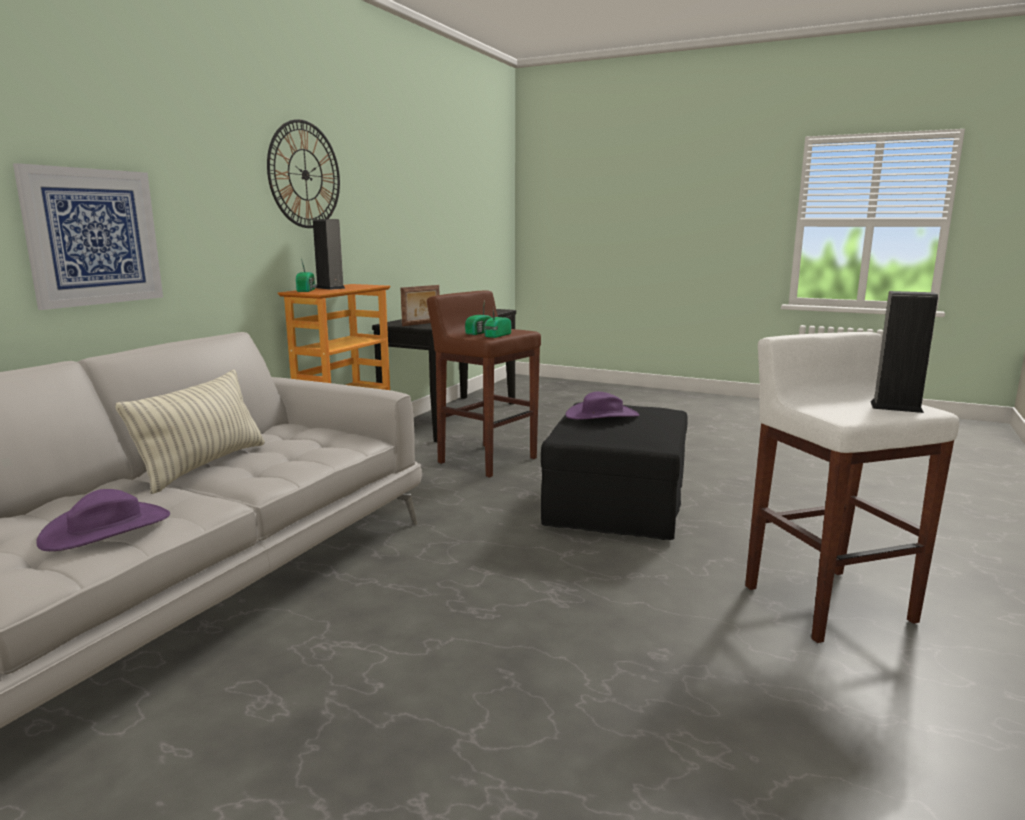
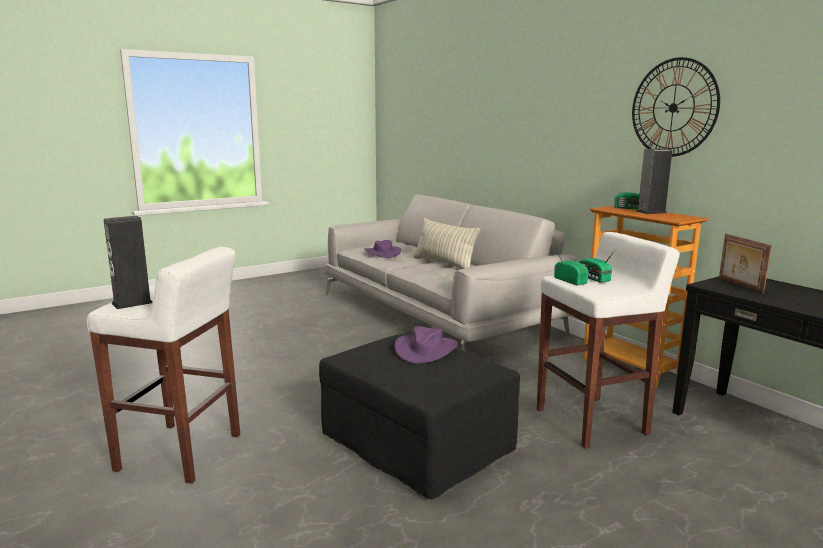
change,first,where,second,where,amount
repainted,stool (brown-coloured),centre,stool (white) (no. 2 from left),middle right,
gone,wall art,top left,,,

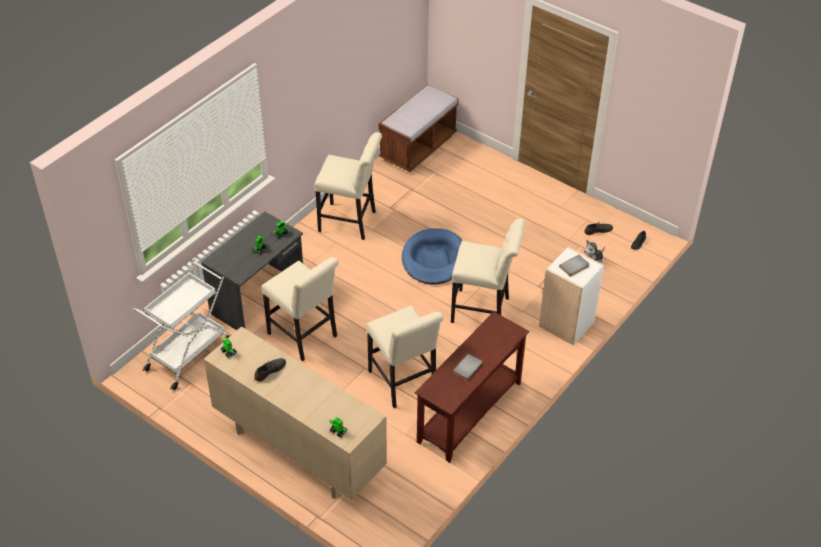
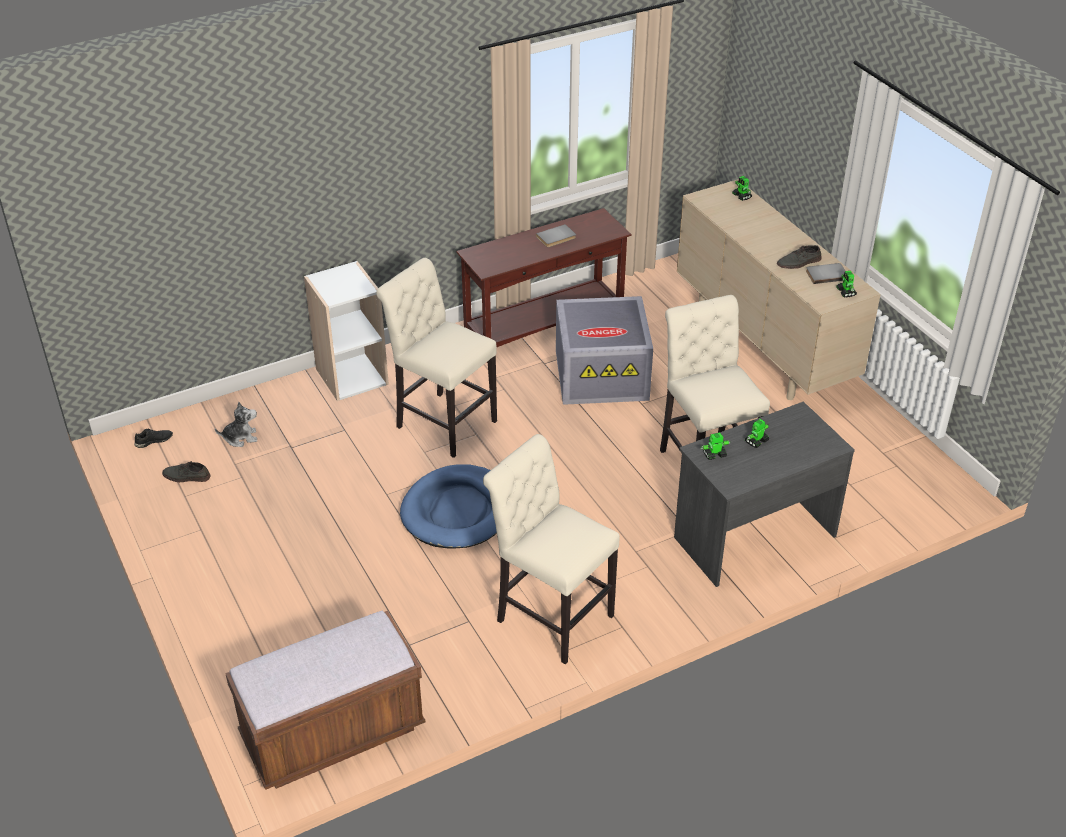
change,first,where,second,where,amount
swapped,stool (beige-coloured) (no. 3 from left),centre,storage box (gray),centre,
shifted,volume (gray) (no. 2 from left),middle right,,top right,
gone,cart (white),middle left,,,

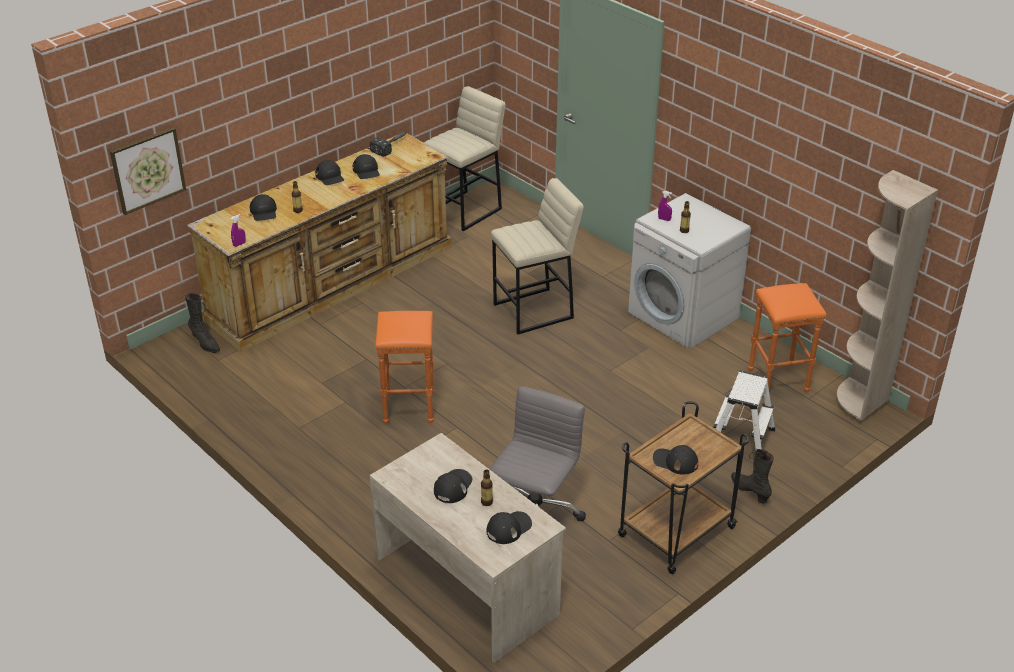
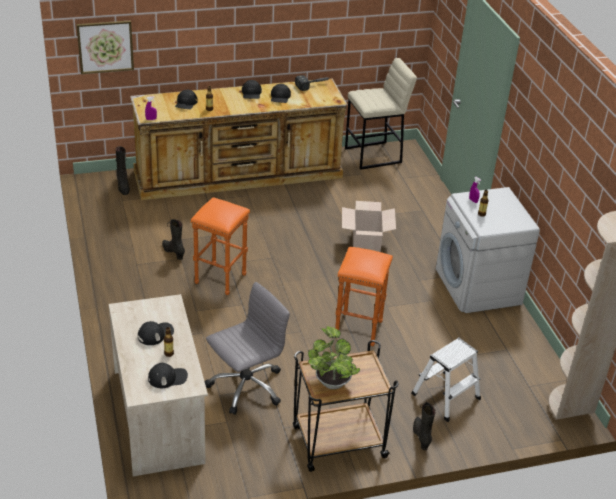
change,first,where,second,where,amount
new,,,boot (blackish) (no. 2 from left),middle left,
swapped,baseball cap (blackish) (no. 6 from left),bottom centre,plant in a pot,bottom centre,
shifted,stool (orange-coloured) (no. 2 from left),middle right,,centre,
swapped,stool (beige-coloured) (no. 2 from left),centre,cardboard box,centre,

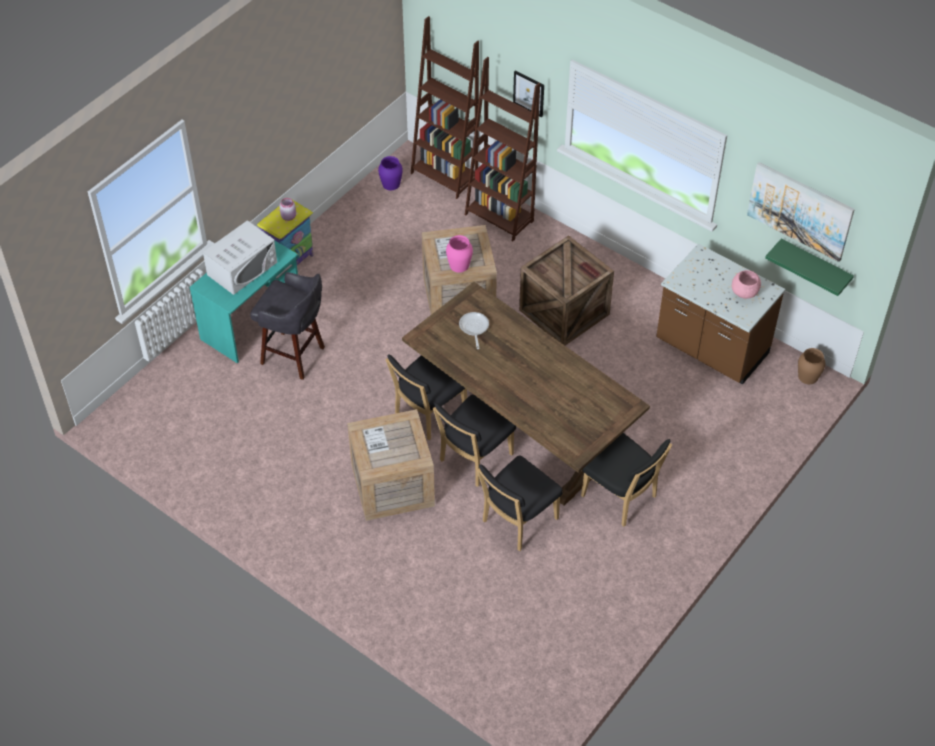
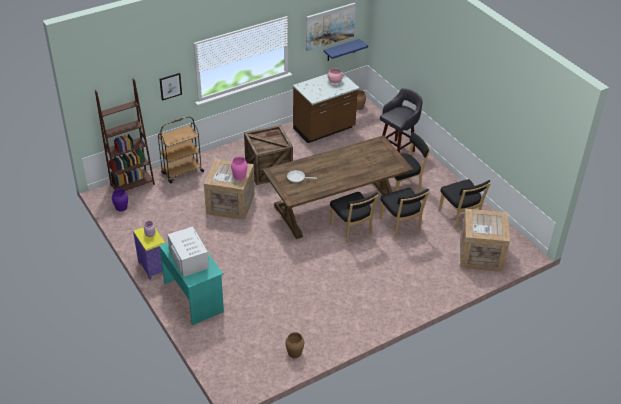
change,first,where,second,where,amount
swapped,bookcase (brown-coloured) (no. 2 from left),top centre,cart (brown-coloured),middle left,
new,,,vase (brown-coloured) (no. 1 from left),bottom centre,
repainted,wall shelf (green-coloured),middle right,wall shelf (blue-coloured),top centre,
shifted,stool (gray),middle left,,top centre,
shifted,upright chair (blackish) (no. 1 from left in the first image),centre,upright chair (blackish) (no. 4 from left),middle right,
shifted,shipping crate (no. 1 from left in the first image),centre,shipping crate (no. 3 from left),middle right,

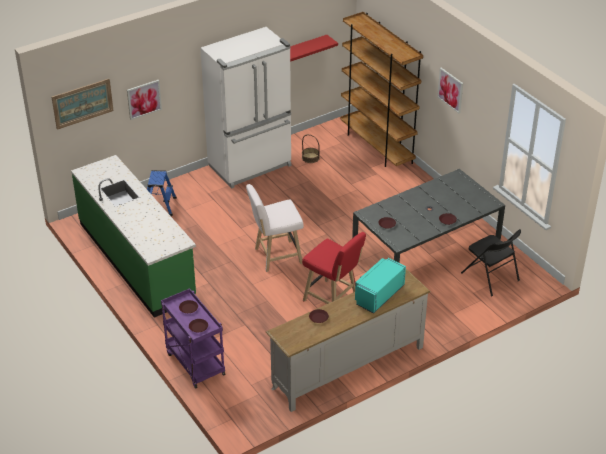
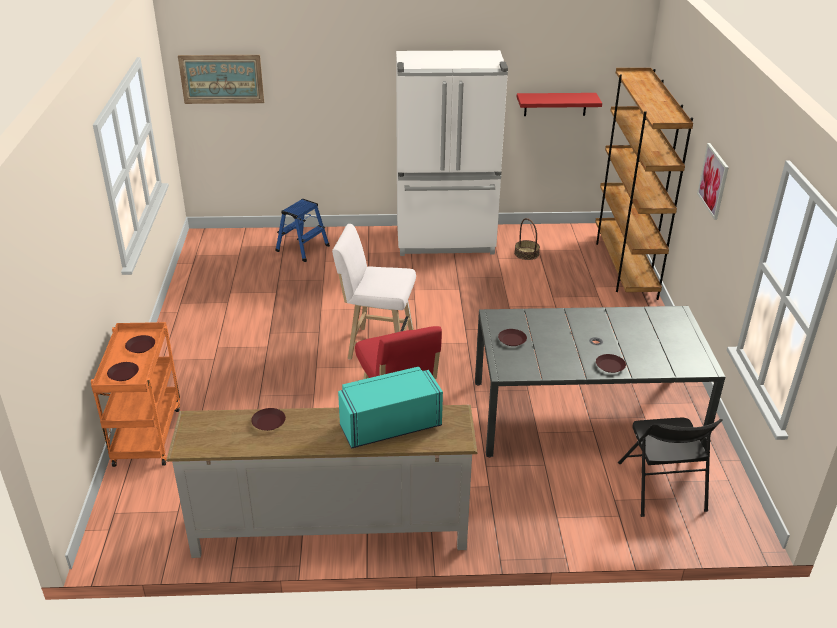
change,first,where,second,where,amount
repainted,cart (purplish),bottom left,cart (orange-coloured),middle left,
gone,kitchen counter (green-coloured),middle left,,,
gone,wall art (no. 2 from left),top left,,,

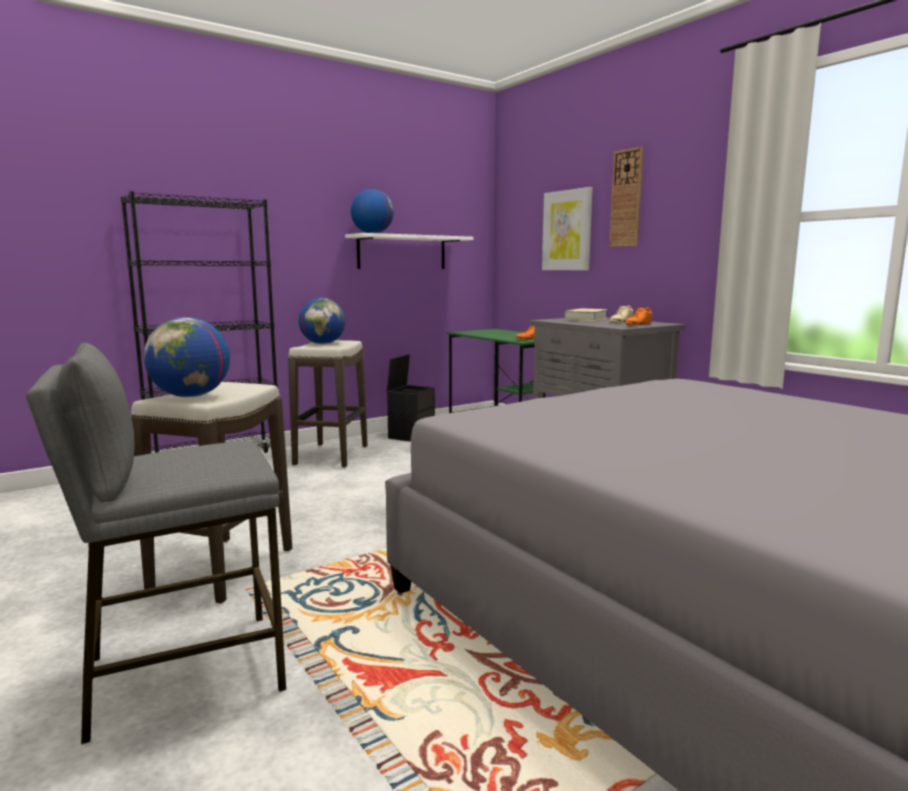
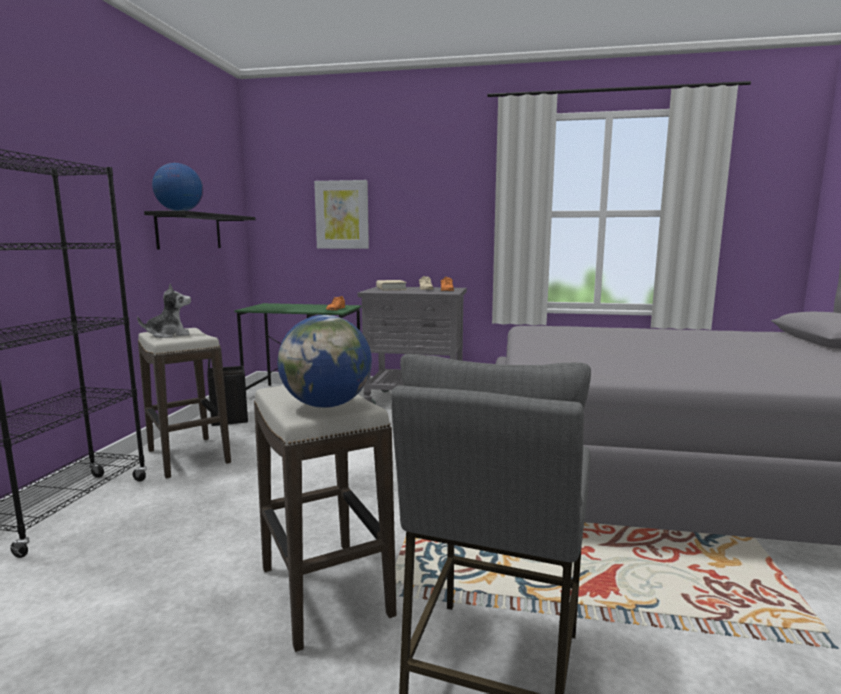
change,first,where,second,where,amount
swapped,desk globe (no. 2 from left),centre,soft toy,middle left,
repainted,wall shelf (white),top centre,wall shelf (blackish),top left,
gone,clock on the wall,top right,,,

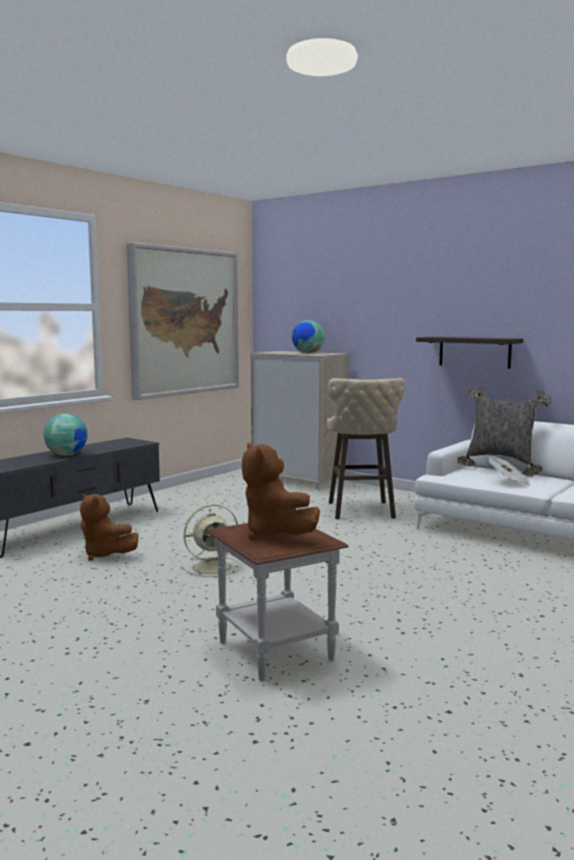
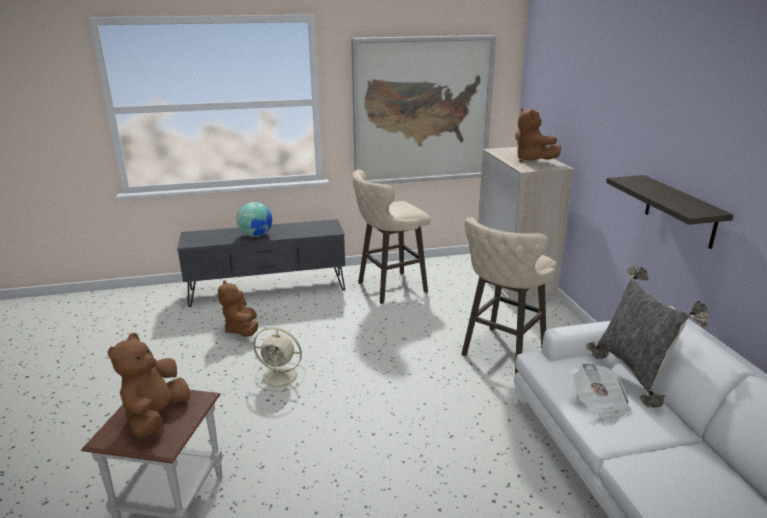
change,first,where,second,where,amount
new,,,stool (beige-coloured) (no. 1 from left),centre,
swapped,desk globe (no. 2 from left),centre,soft toy (brown-coloured) (no. 3 from left),top right,

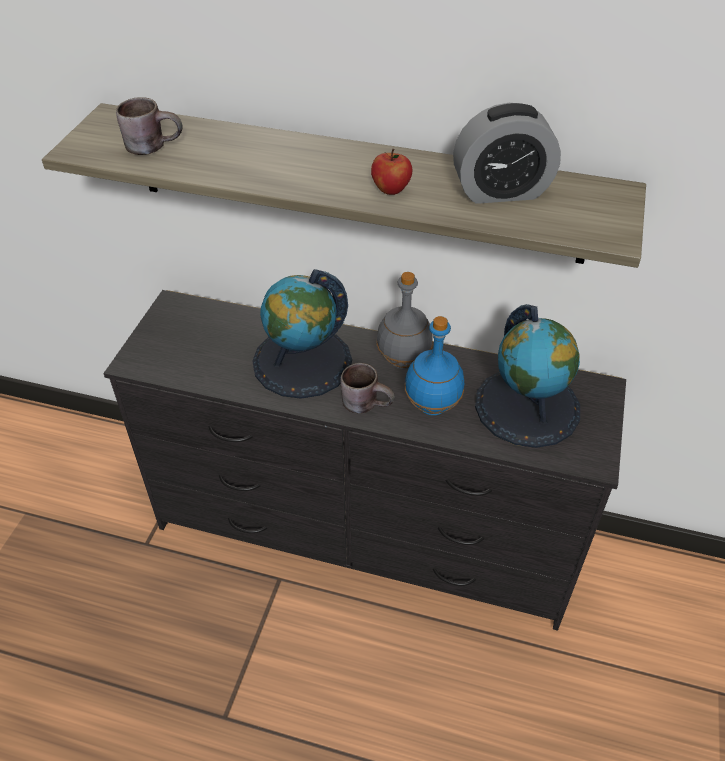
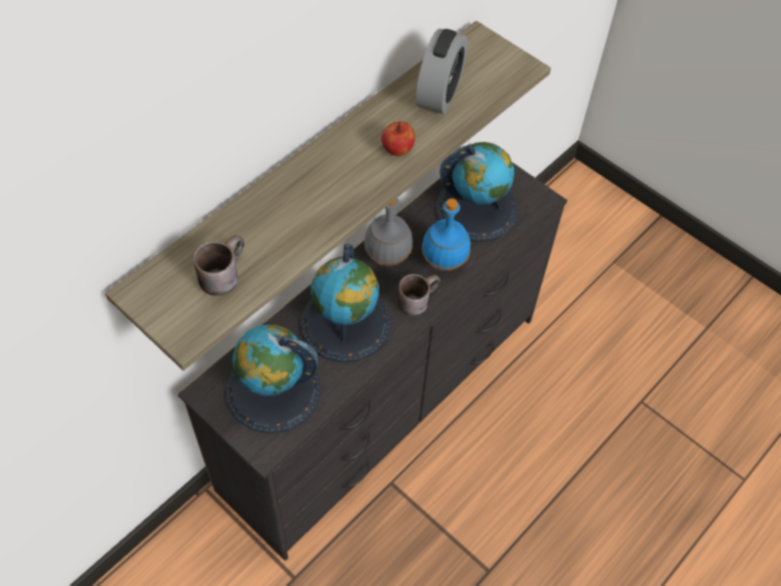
change,first,where,second,where,amount
new,,,desk globe (no. 1 from left),centre,

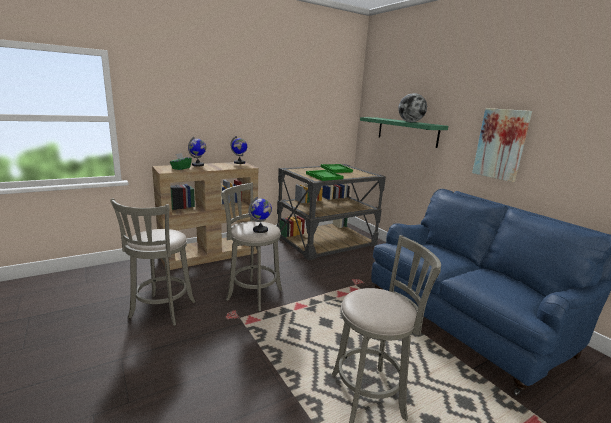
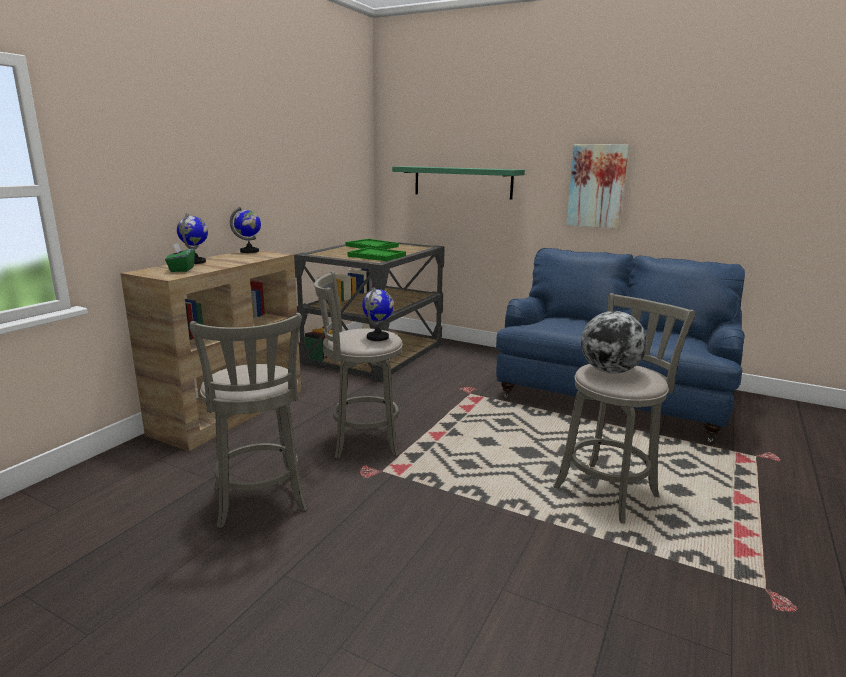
change,first,where,second,where,amount
shifted,desk globe (no. 4 from left),top right,,middle right,

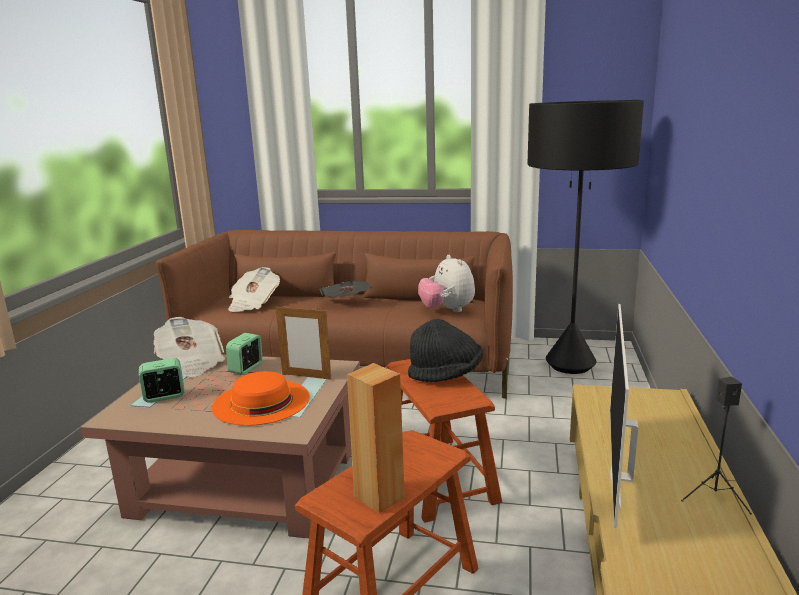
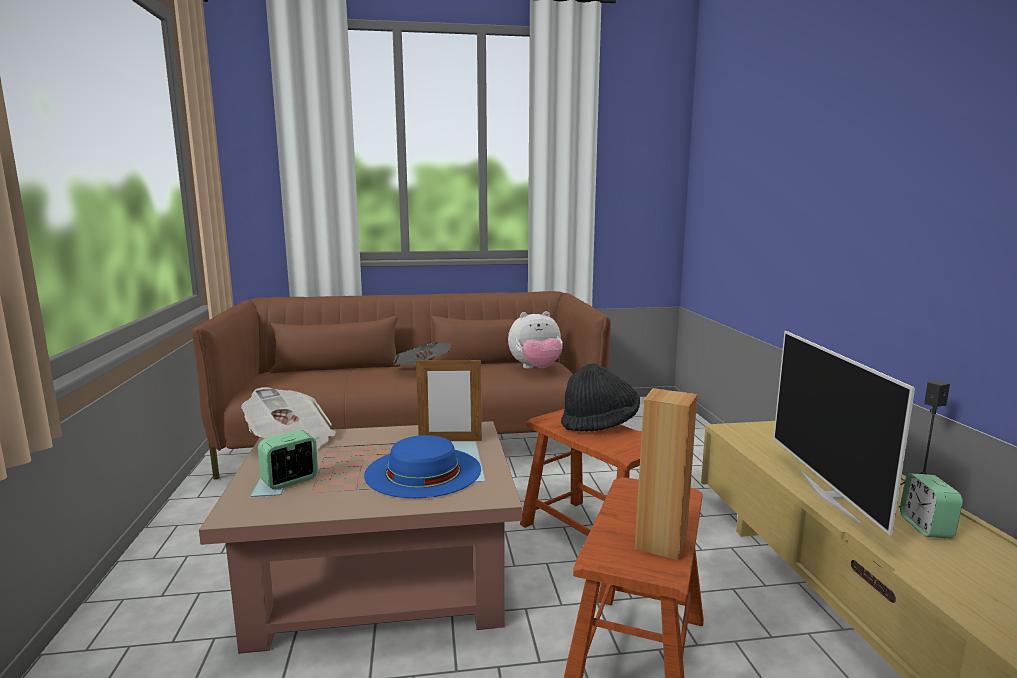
change,first,where,second,where,amount
repainted,wearable hat (orange-coloured),bottom left,wearable hat (blue-coloured),bottom centre,
rotated,soft toy,centre,,centre,60 degrees counterclockwise
shifted,table clock (no. 2 from left),middle left,,bottom right,
gone,newspaper (no. 2 from left),middle left,,,
gone,standing lamp (blackish),middle right,,,

